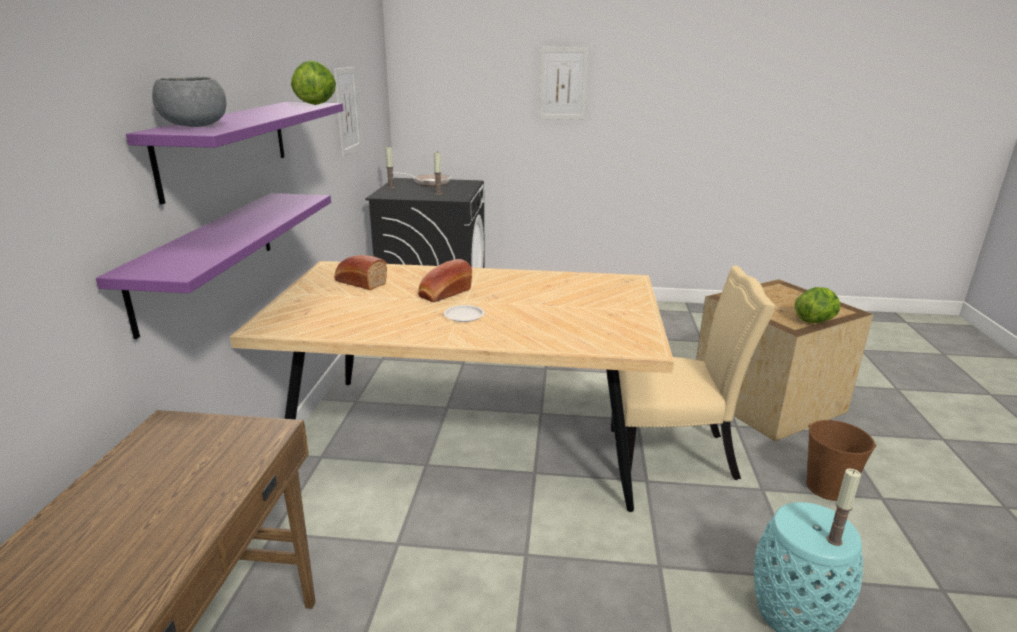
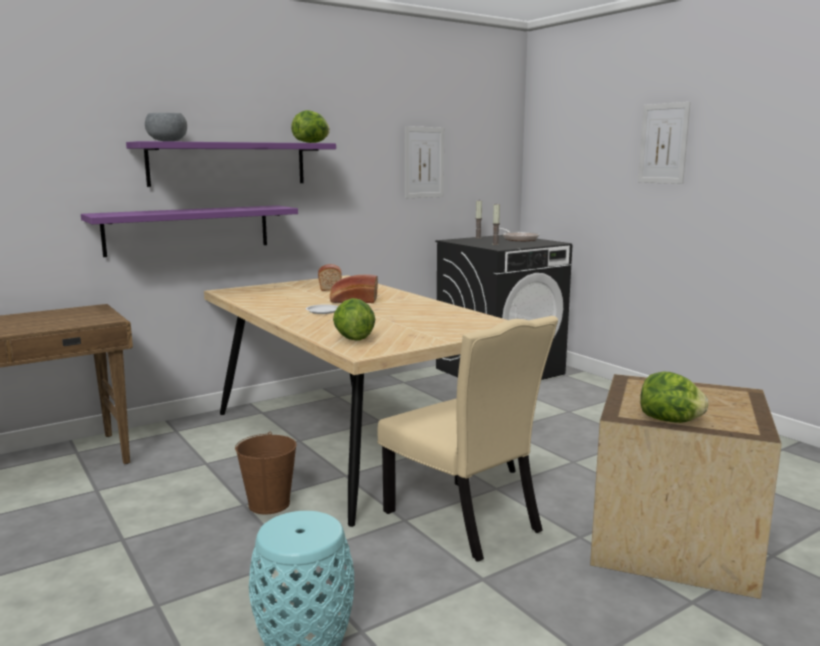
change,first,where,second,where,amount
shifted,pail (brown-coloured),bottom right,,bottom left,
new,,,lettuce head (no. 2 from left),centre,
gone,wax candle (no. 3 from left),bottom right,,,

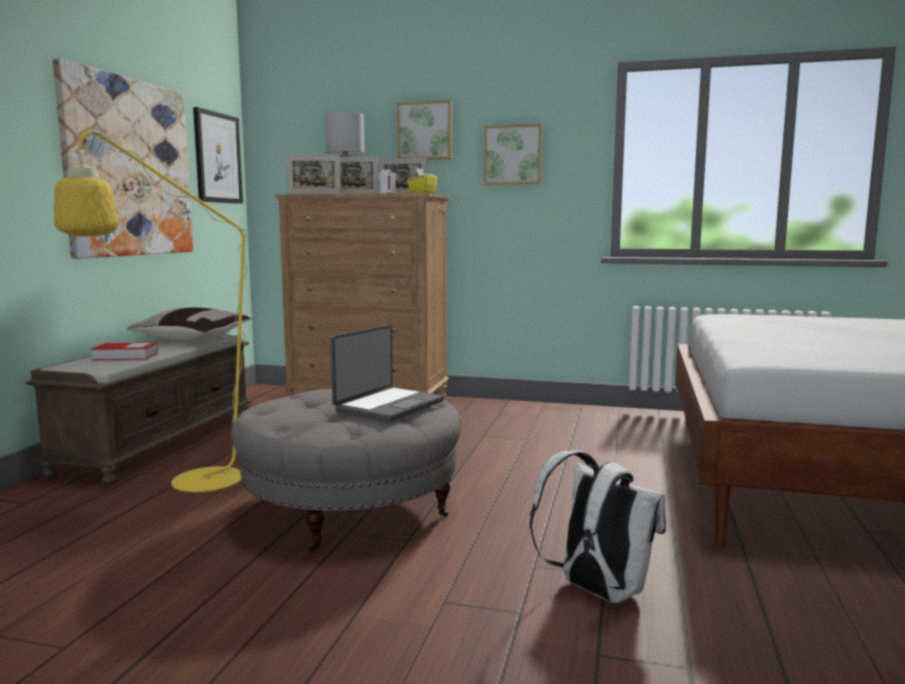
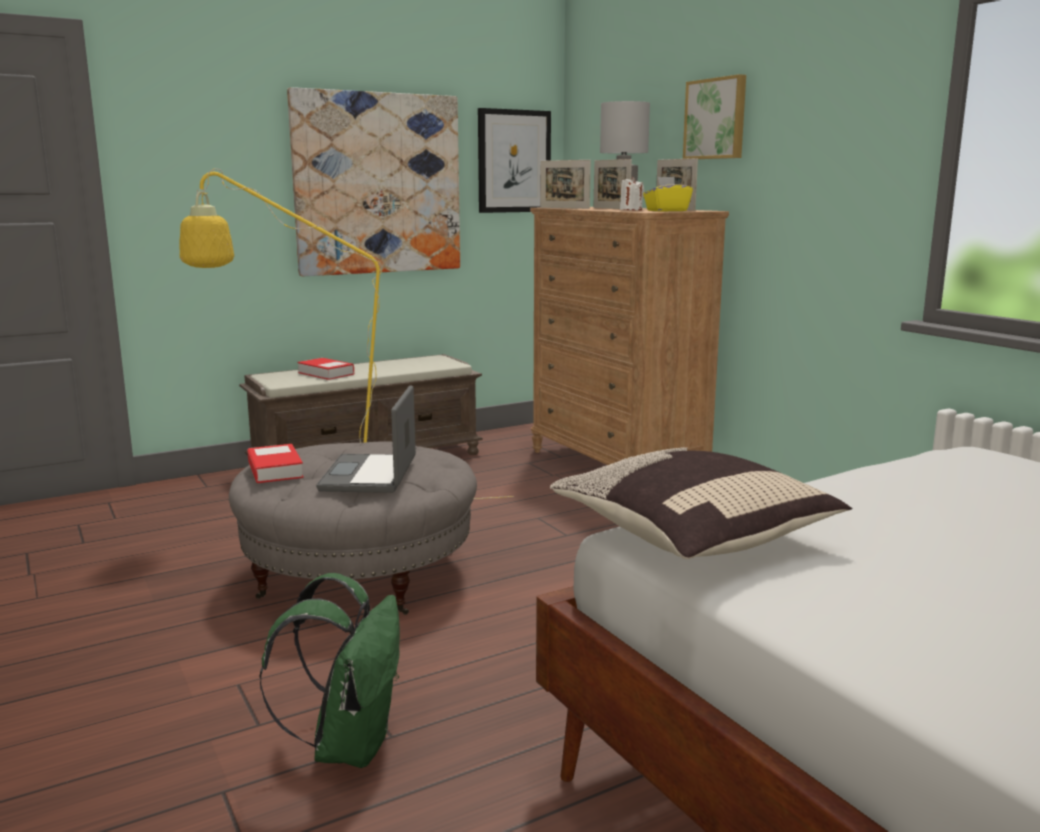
change,first,where,second,where,amount
new,,,volume (no. 1 from left),middle left,
repainted,backpack (white),bottom centre,backpack (green-coloured),bottom left,
rotated,laptop,centre,,centre,105 degrees clockwise
shifted,throw pillow,middle left,,middle right,
gone,wall art (no. 4 from left),top centre,,,

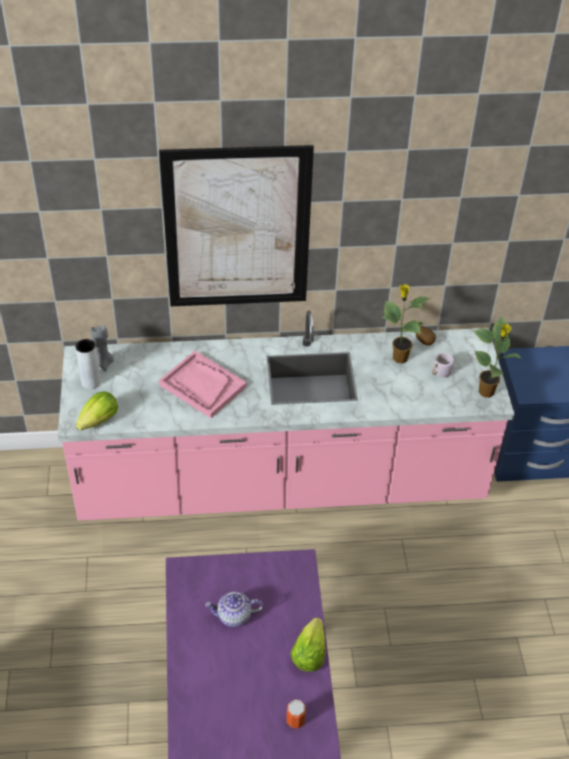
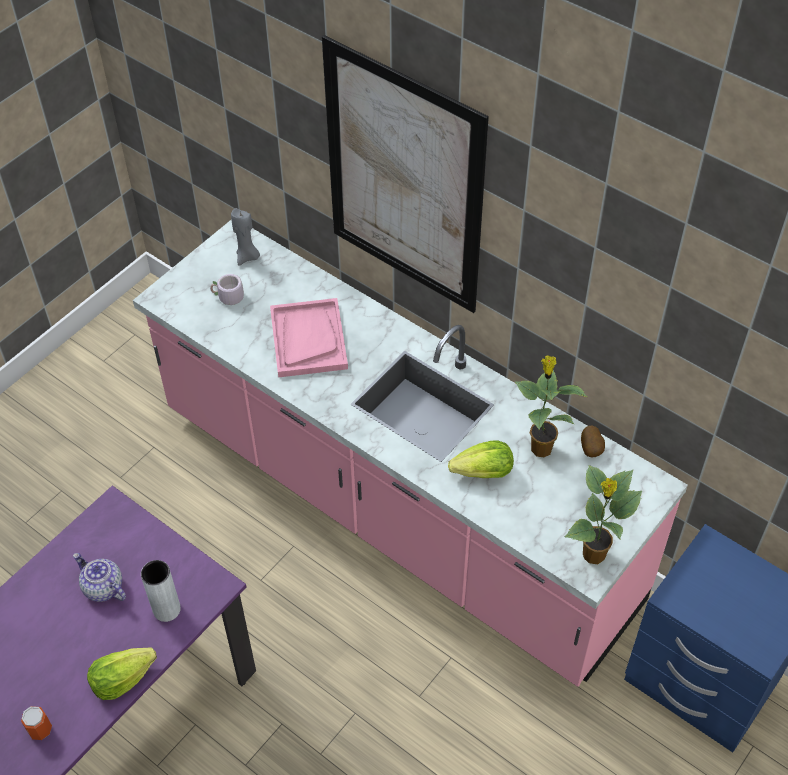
change,first,where,second,where,amount
shifted,vase (gray),middle left,,bottom left,
shifted,tea mug (gray),middle right,,middle left,
shifted,lettuce head (no. 1 from left in the first image),middle left,lettuce head (no. 2 from left),centre,

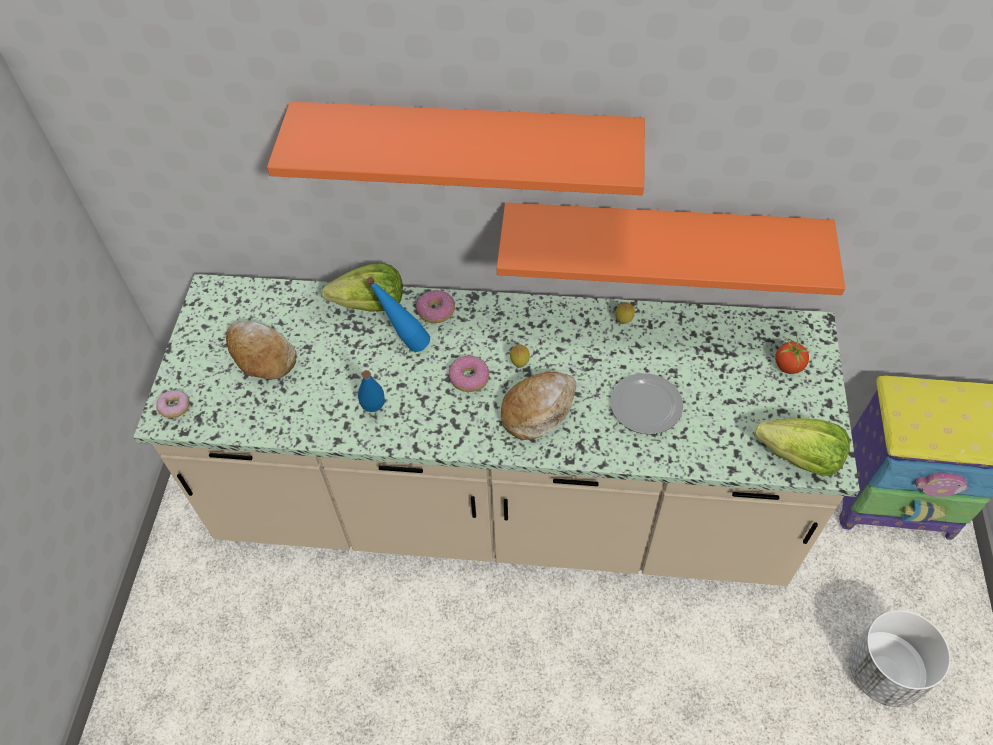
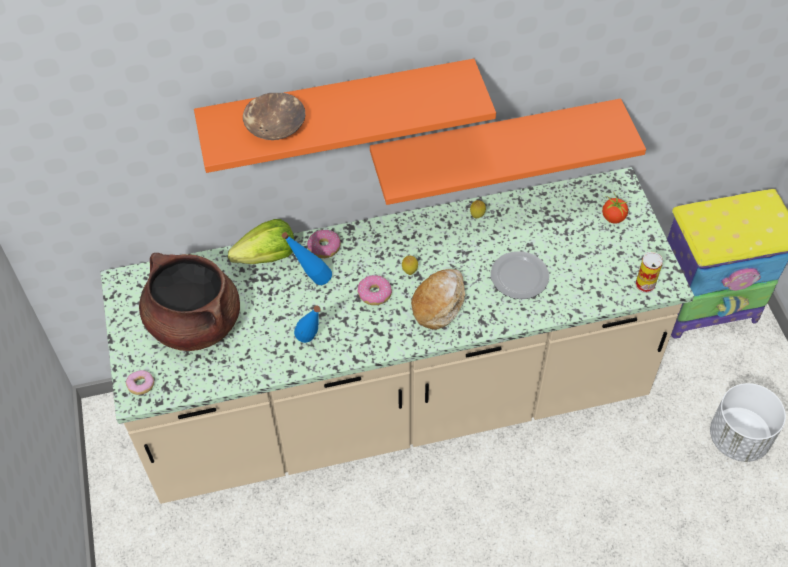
change,first,where,second,where,amount
swapped,baked bread (no. 1 from left),middle left,cooking pot (brown-coloured),middle left,
new,,,serving bowl (brown-coloured),top centre,
swapped,lettuce head (no. 2 from left),middle right,sealed can,middle right,

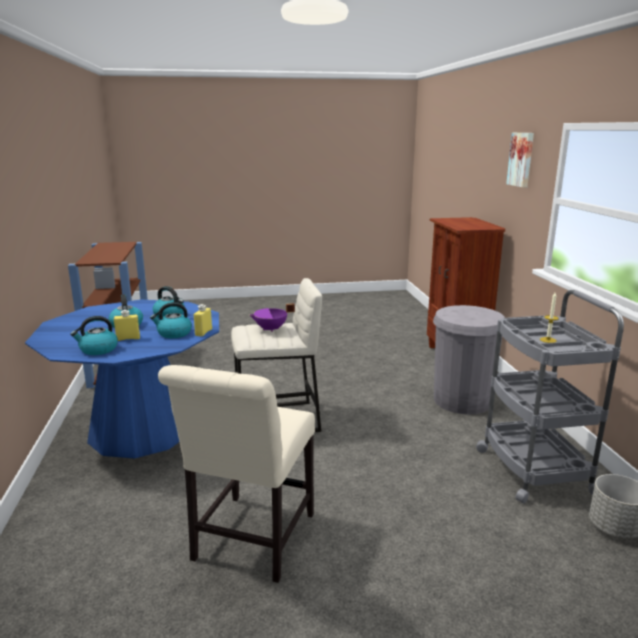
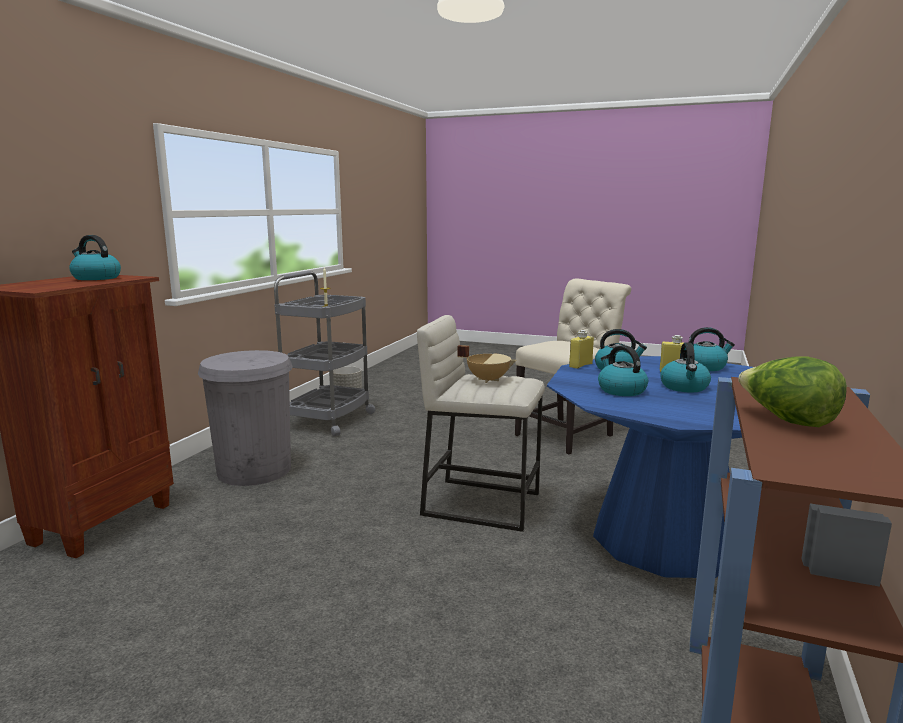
change,first,where,second,where,amount
new,,,tea kettle (no. 1 from left),middle left,
repainted,cooking pot (purplish),centre,cooking pot (beige-coloured),centre,
new,,,lettuce head,middle right,
gone,wall art,top right,,,

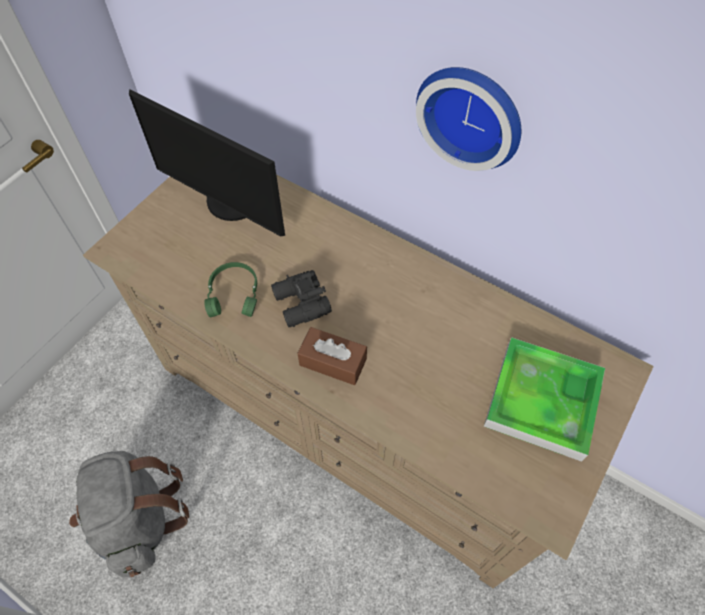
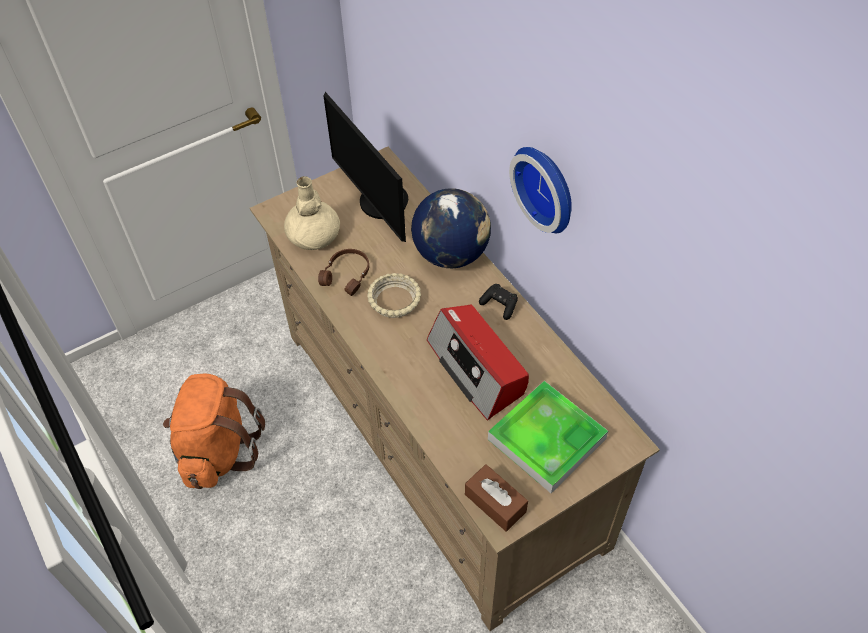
change,first,where,second,where,amount
repainted,backpack (gray),bottom left,backpack (orange-coloured),bottom left,
new,,,vase (beige-coloured),centre,
repainted,headset (green-coloured),middle left,headset (brown-coloured),centre,
swapped,pair of binoculars (blackish),centre,serving bowl (beige-coloured),centre,
new,,,desk globe,centre,
new,,,radio,centre,
shifted,tissue holder (brown-coloured),centre,,bottom centre,
new,,,gamepad (blackish),centre,

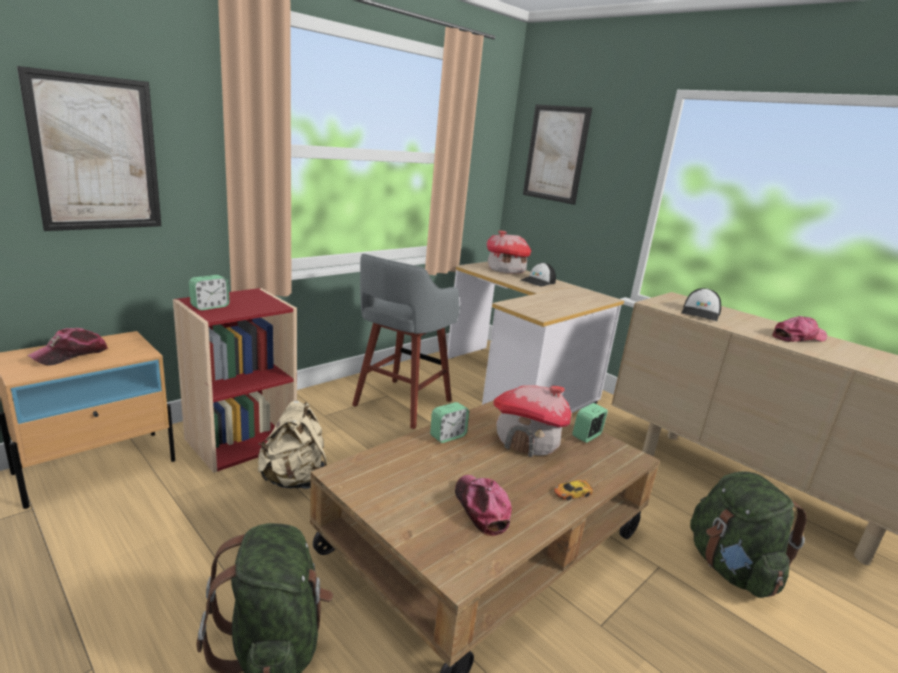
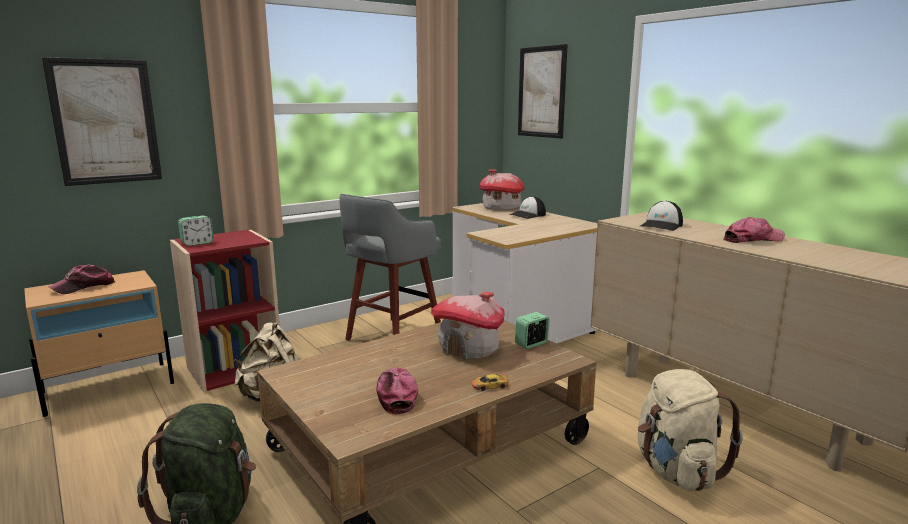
change,first,where,second,where,amount
repainted,backpack (green-coloured) (no. 2 from left),bottom right,backpack (beige-coloured) (no. 2 from left),bottom right,
gone,table clock (no. 2 from left),centre,,,

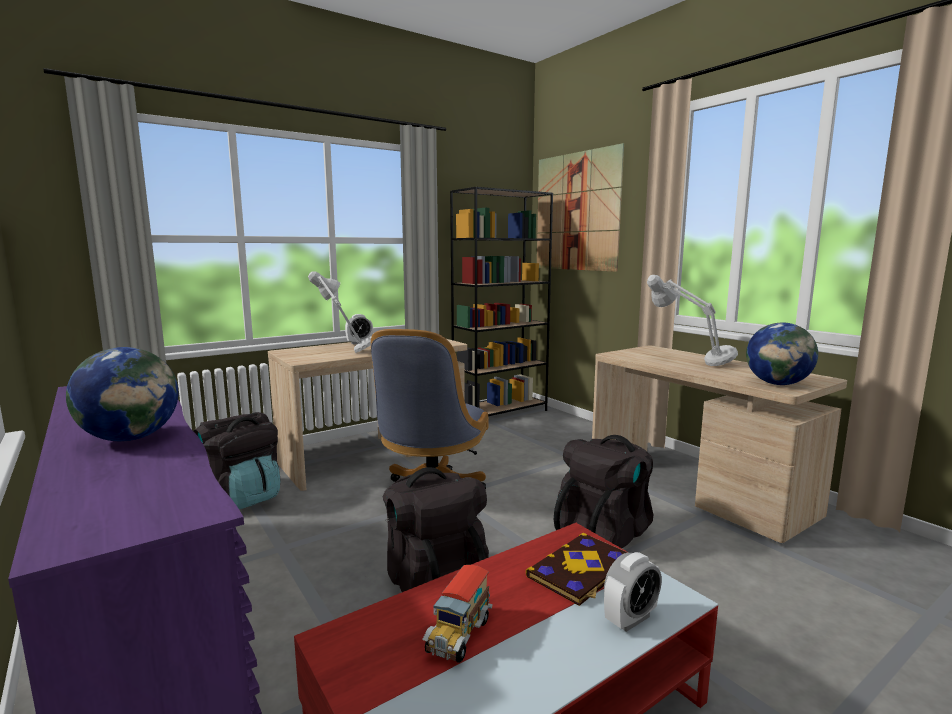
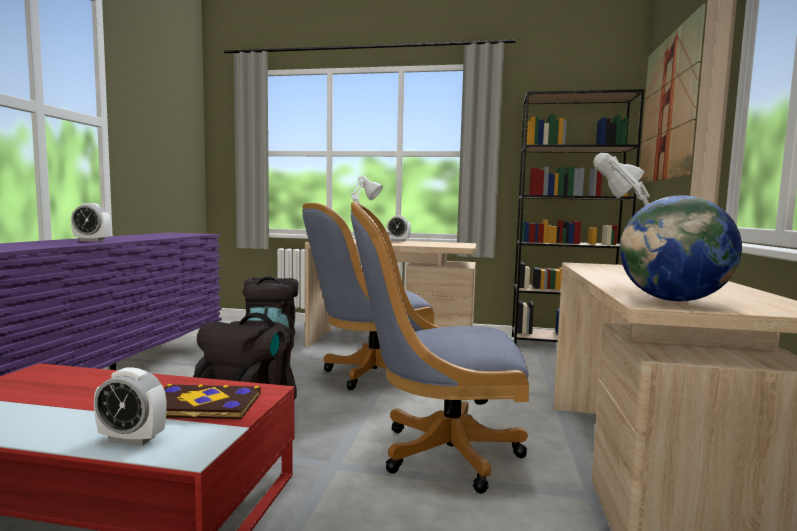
change,first,where,second,where,amount
swapped,desk globe (no. 1 from left),middle left,table clock (no. 1 from left),middle left,
swapped,backpack (blackish) (no. 3 from left),bottom centre,office chair (blue-coloured) (no. 2 from left),centre,
gone,toy truck,bottom centre,,,

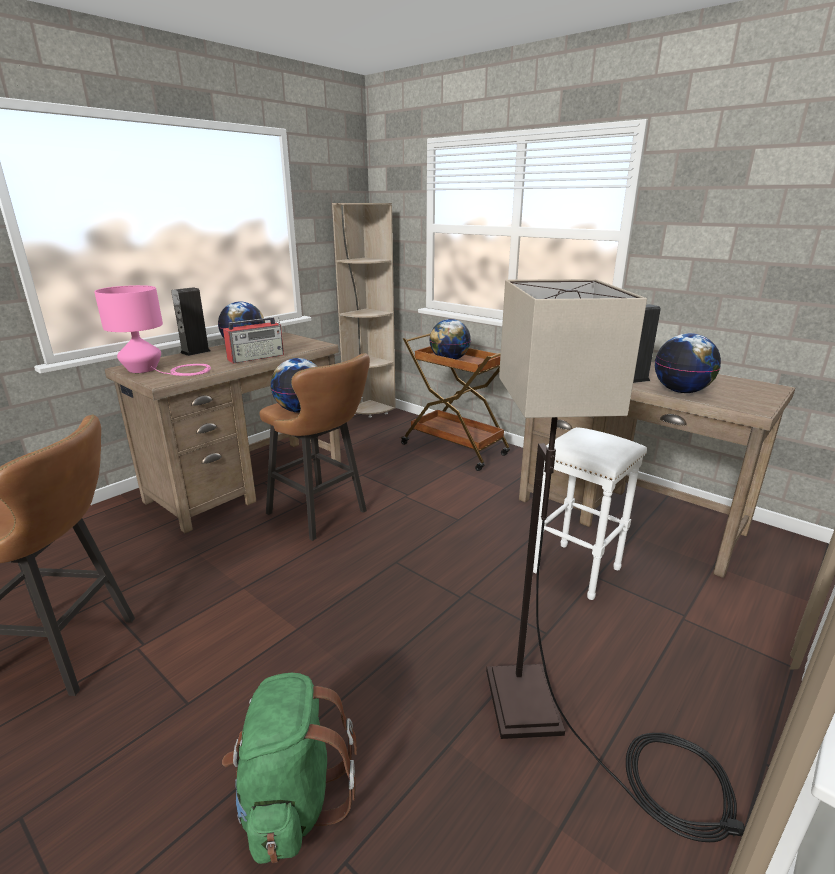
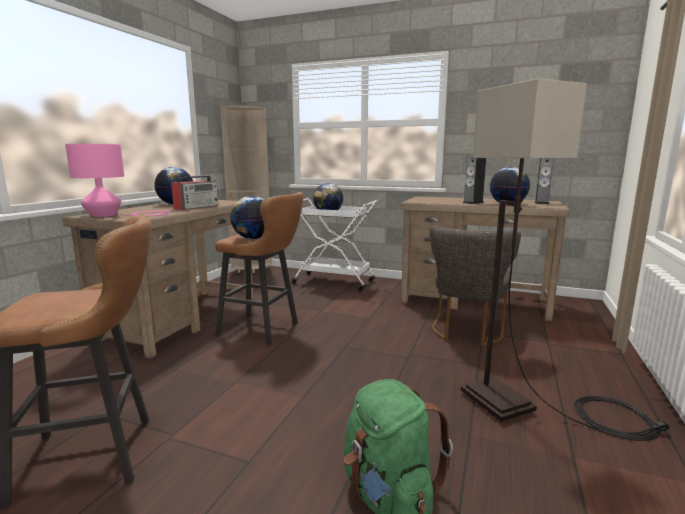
change,first,where,second,where,amount
repainted,cart (brown-coloured),centre,cart (white),centre,
swapped,stool (white),middle right,upright chair (gray),middle right,
shifted,audio speaker (no. 1 from left in the first image),middle left,audio speaker (no. 2 from left),middle right,

